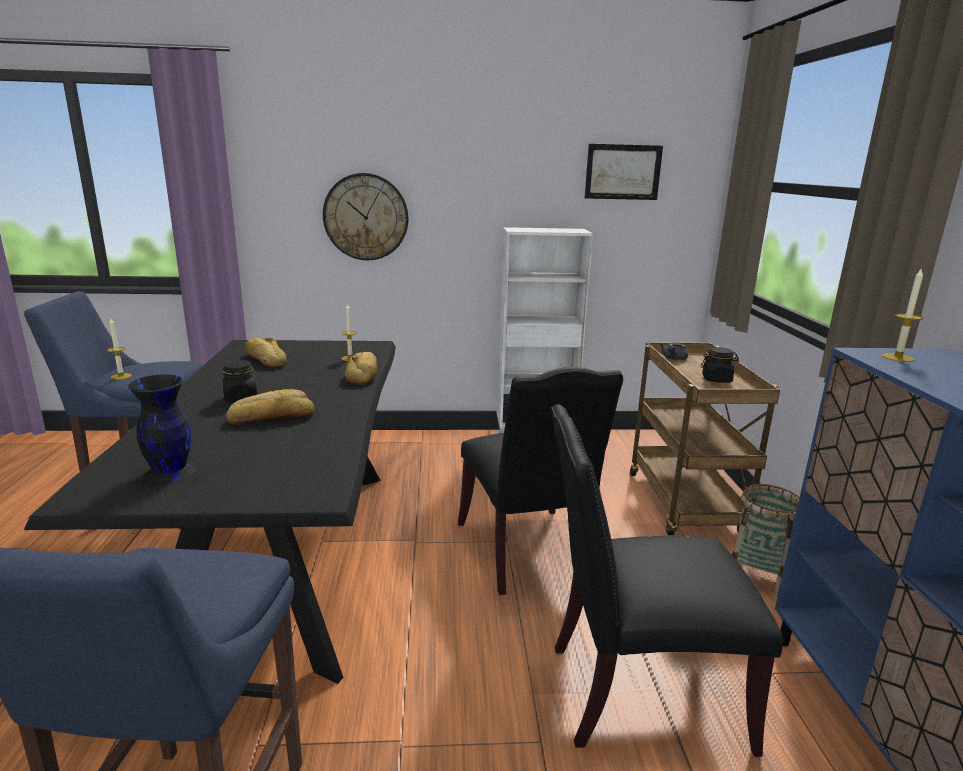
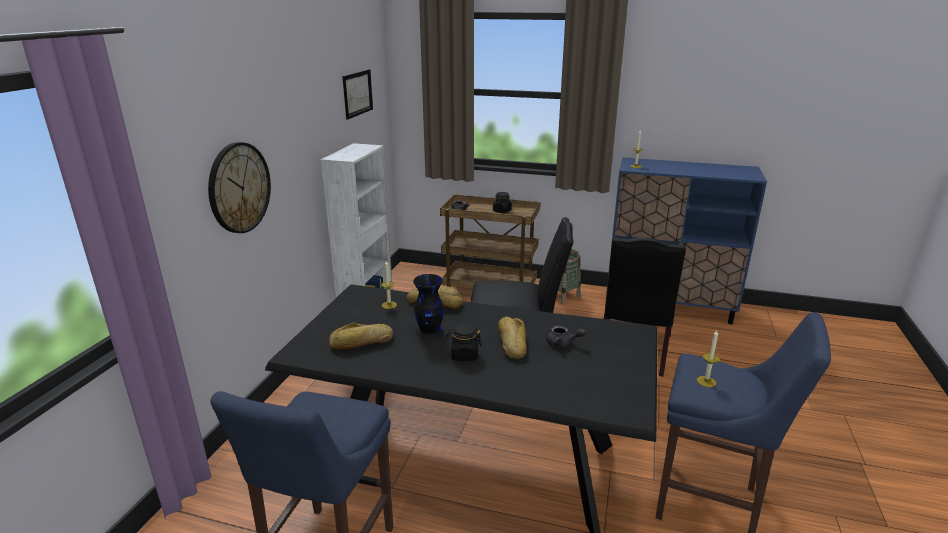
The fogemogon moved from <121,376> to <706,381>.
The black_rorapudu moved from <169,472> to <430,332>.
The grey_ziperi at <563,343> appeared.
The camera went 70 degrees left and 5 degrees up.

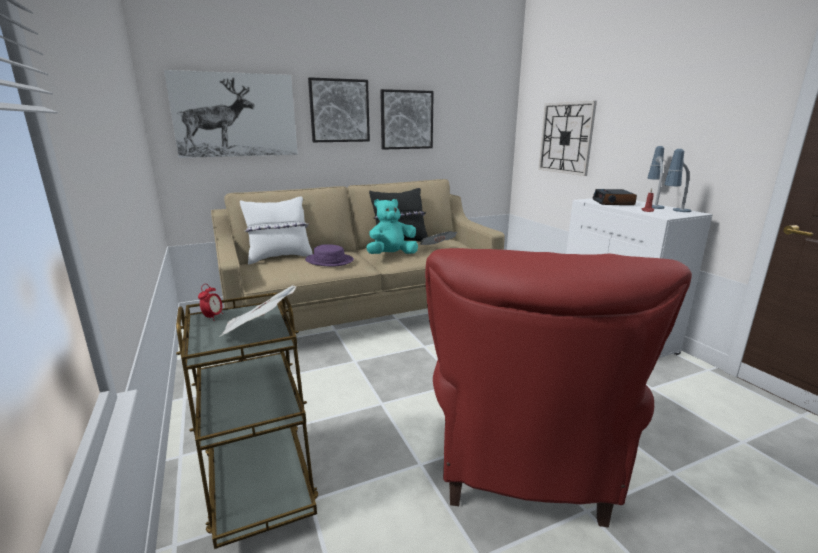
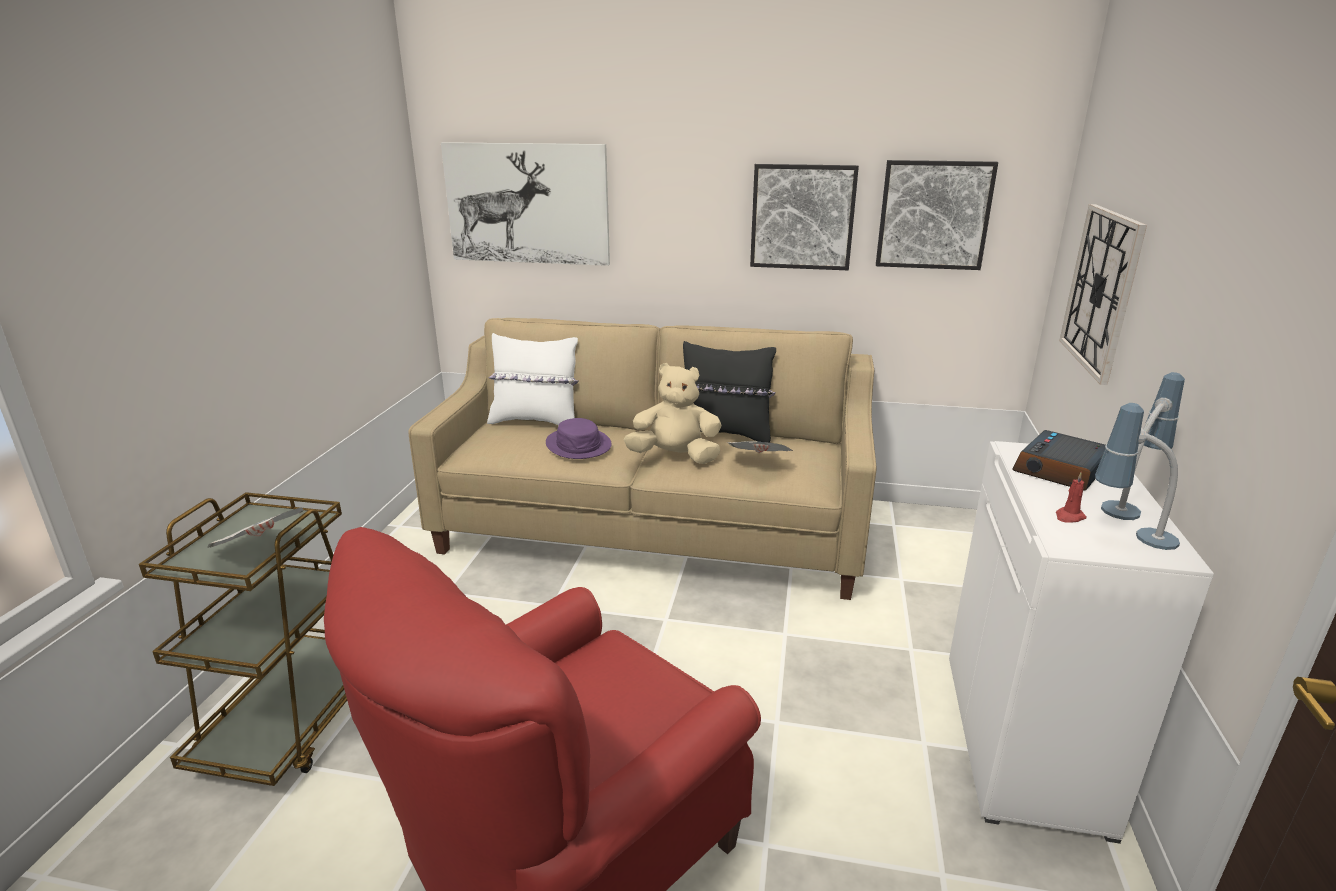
The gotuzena moved from <339,111> to <933,215>.
The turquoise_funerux at <391,255> became the beige_funerux at <675,457>.
The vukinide at <213,317> disappeared.
The camera went 35 degrees right and 5 degrees up.

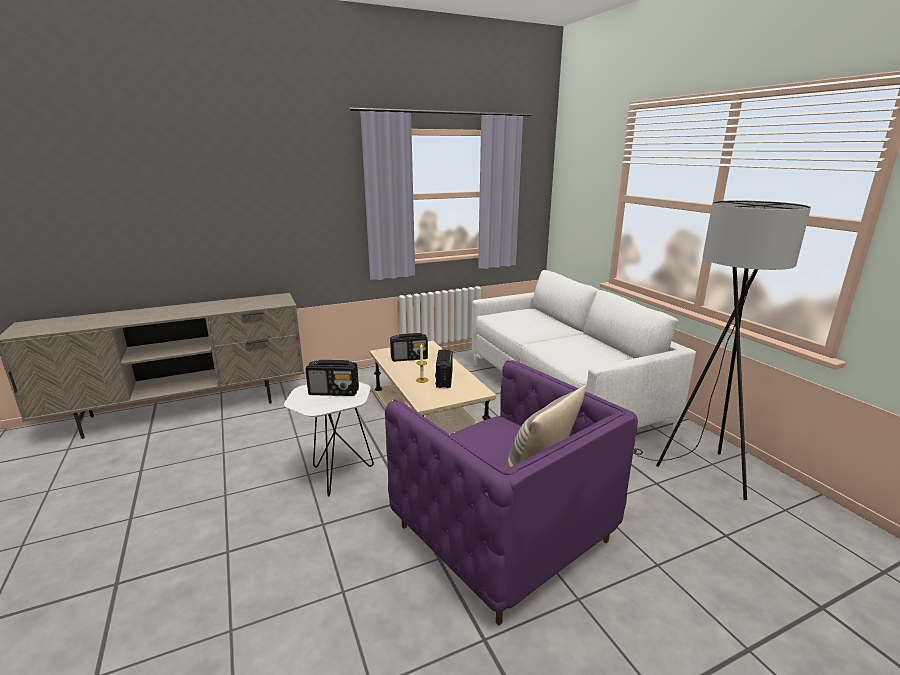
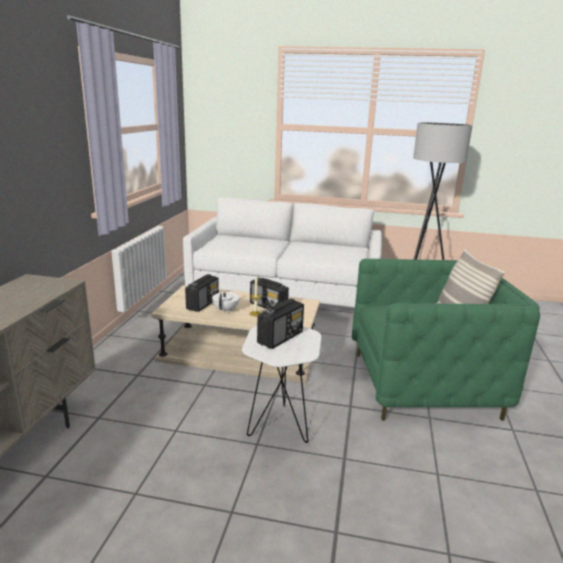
The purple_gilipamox at <503,534> became the green_gilipamox at <422,384>.
The white_ziperi at <226,310> appeared.
The camera went 55 degrees left and 0 degrees up.

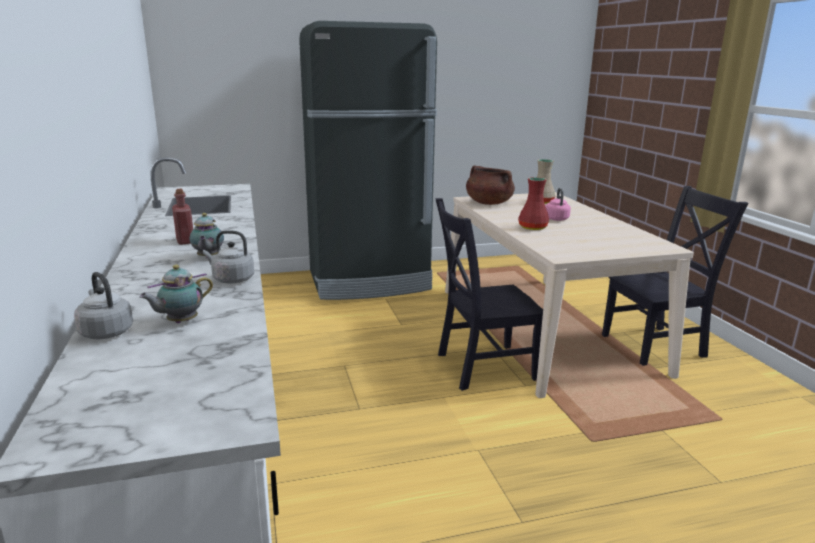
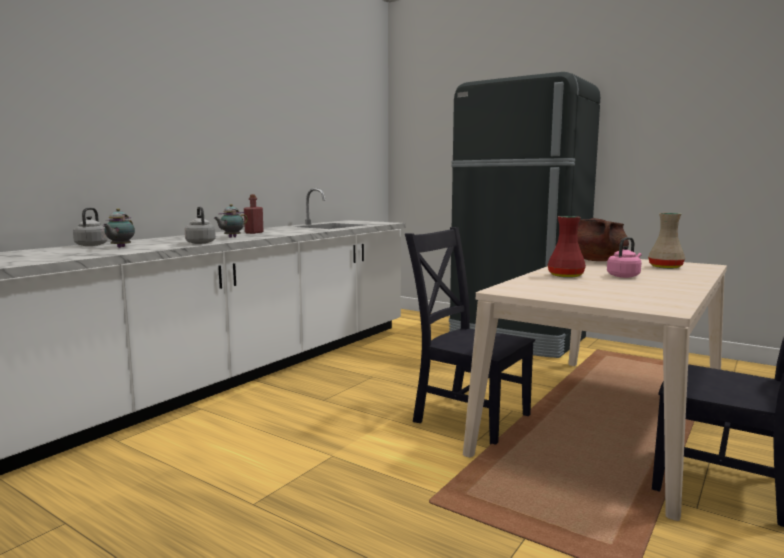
The ziperi at <180,322> turned 90 degrees counterclockwise.
The camera went 50 degrees right and 10 degrees down.

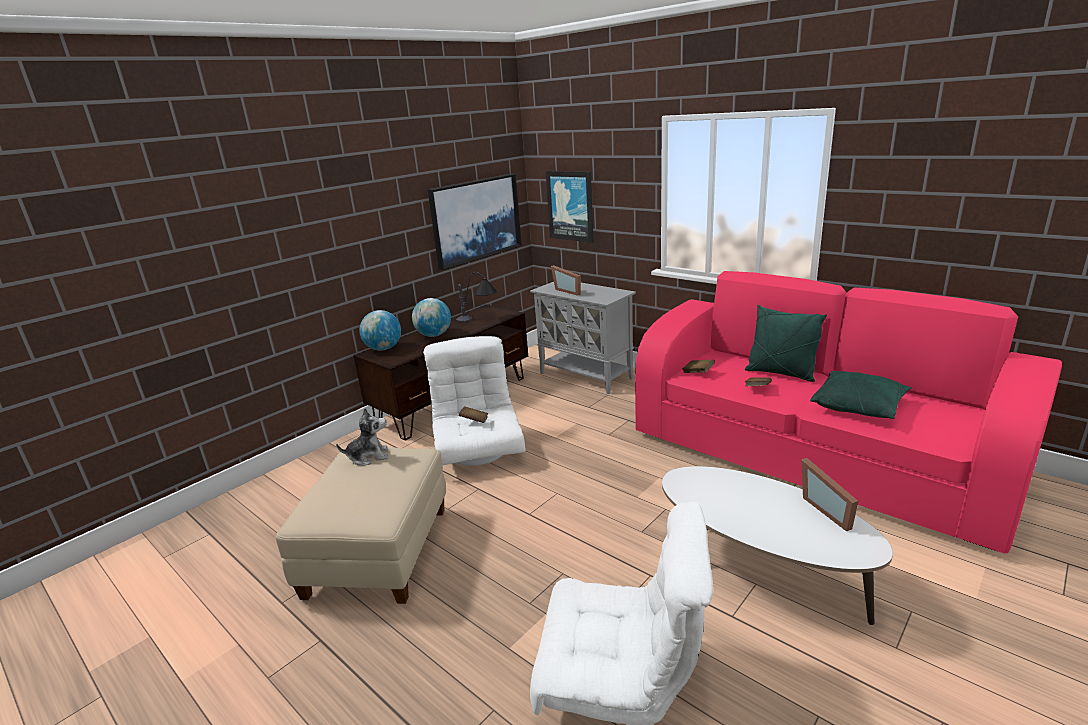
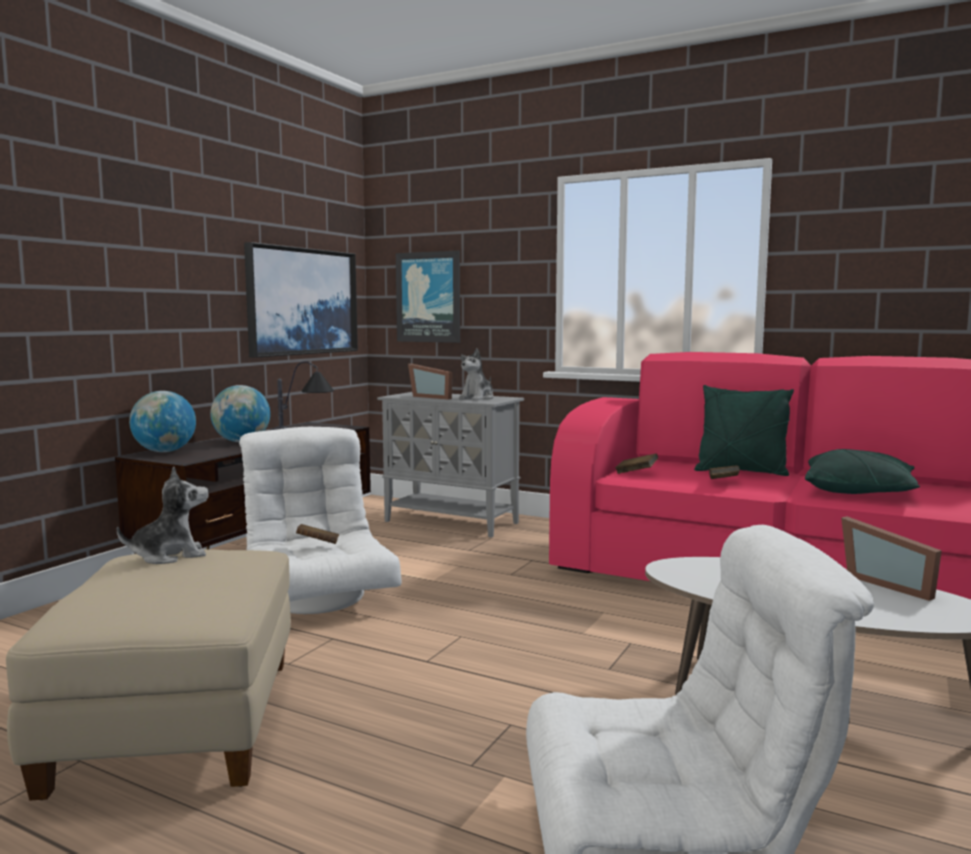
The funerux at <477,398> appeared.
The camera went 15 degrees left and 15 degrees down.

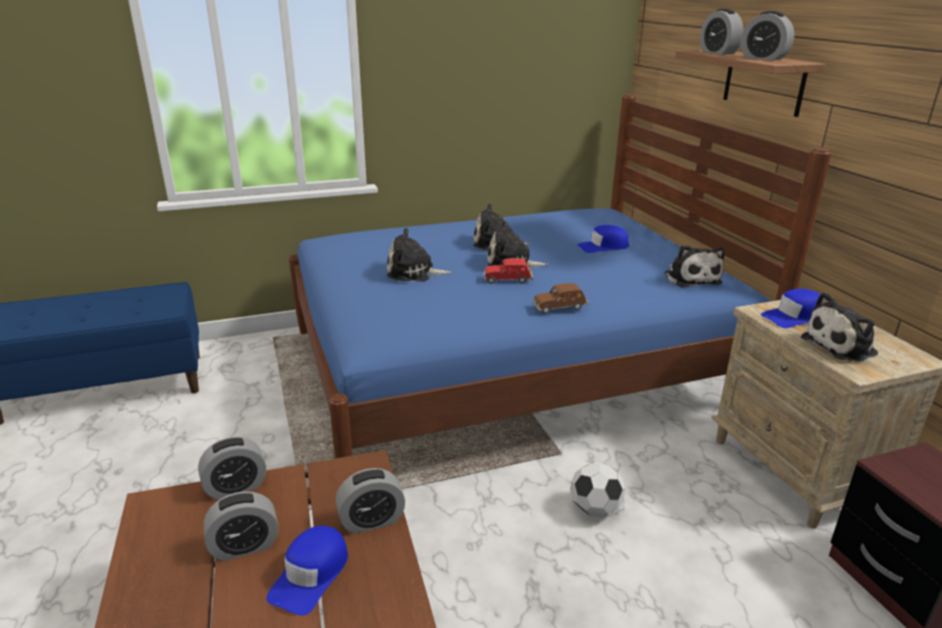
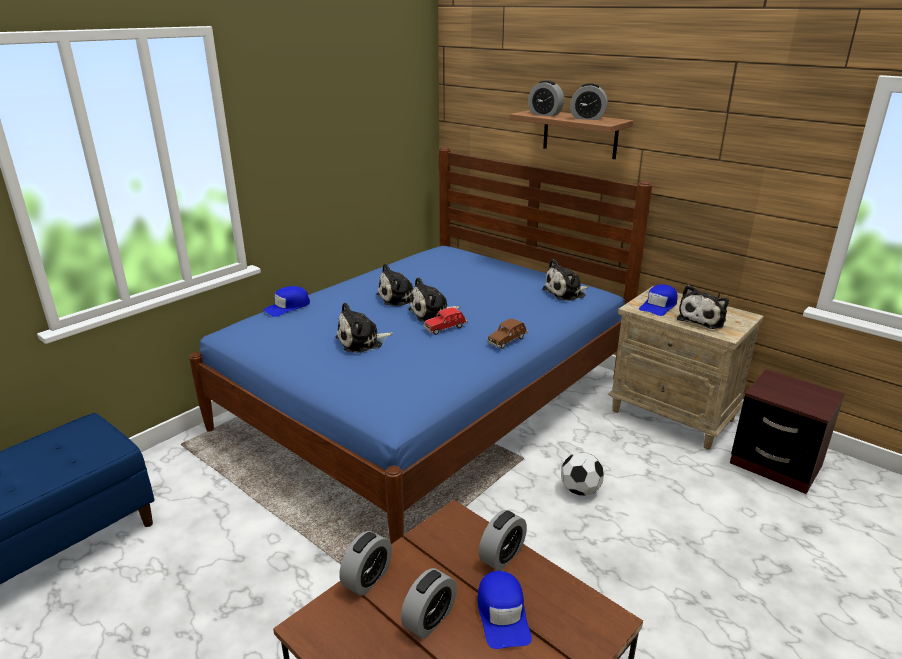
The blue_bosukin moved from <603,247> to <287,307>.
The funerux at <691,278> turned 105 degrees clockwise.
The camera went 30 degrees left and 0 degrees up.

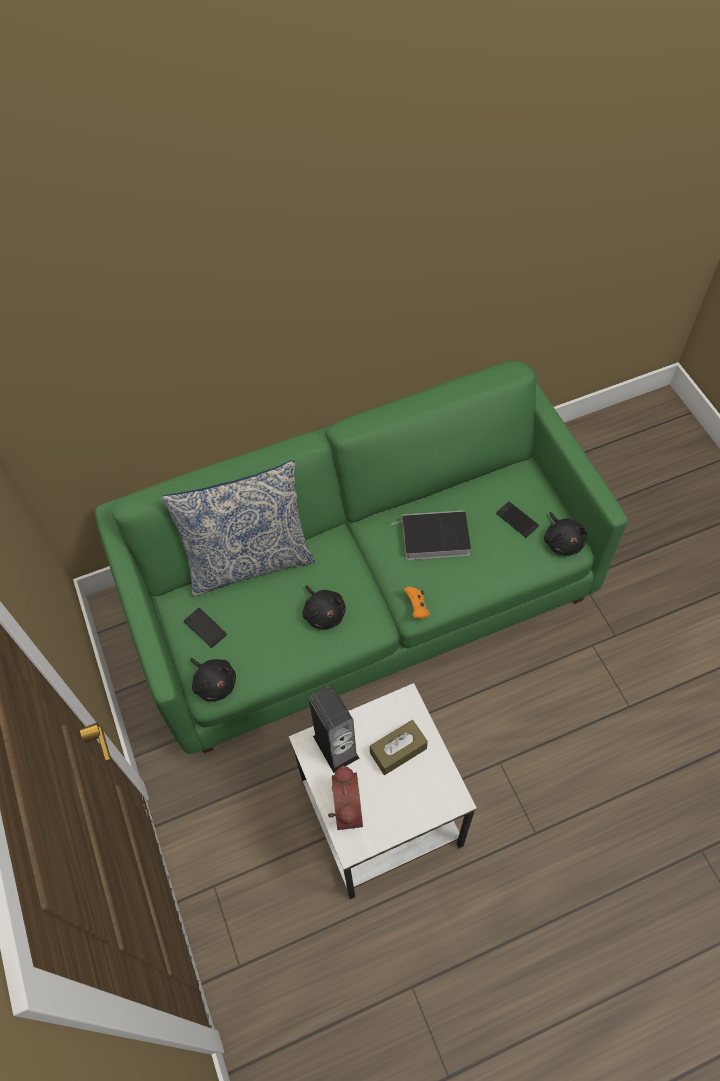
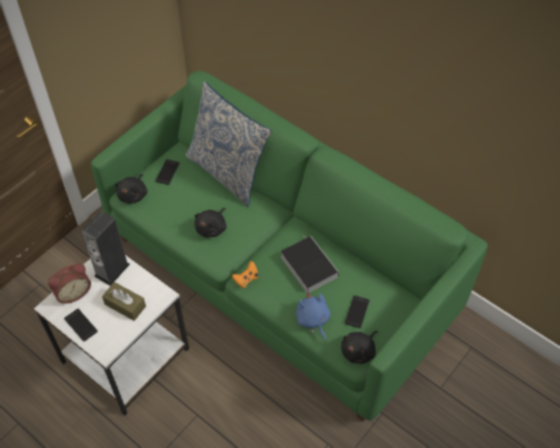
The blue_funerux at <313,320> appeared.
The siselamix at <81,325> appeared.
The camera went 60 degrees right and 5 degrees down.

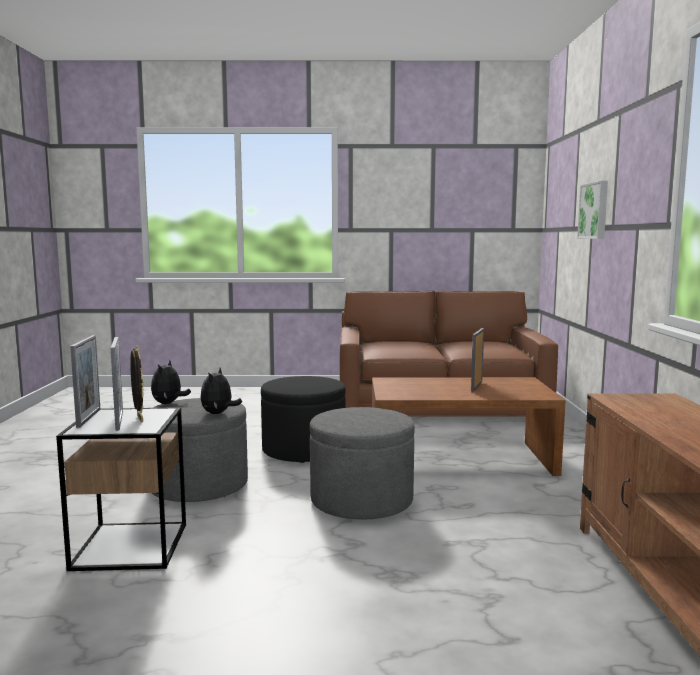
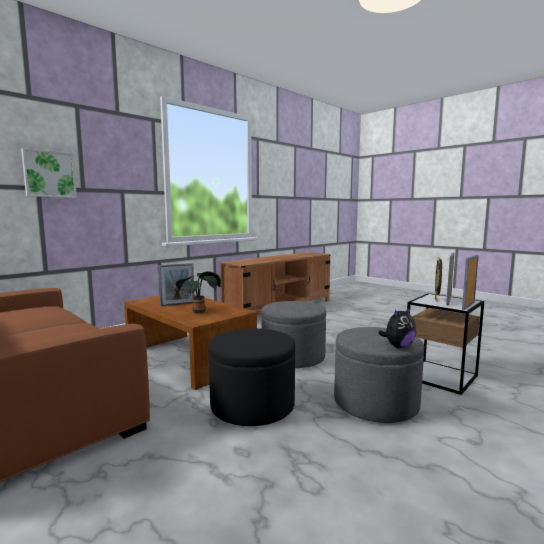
The funerux at <218,413> disappeared.
The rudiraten at <200,312> appeared.
The camera went 135 degrees left and 0 degrees up.

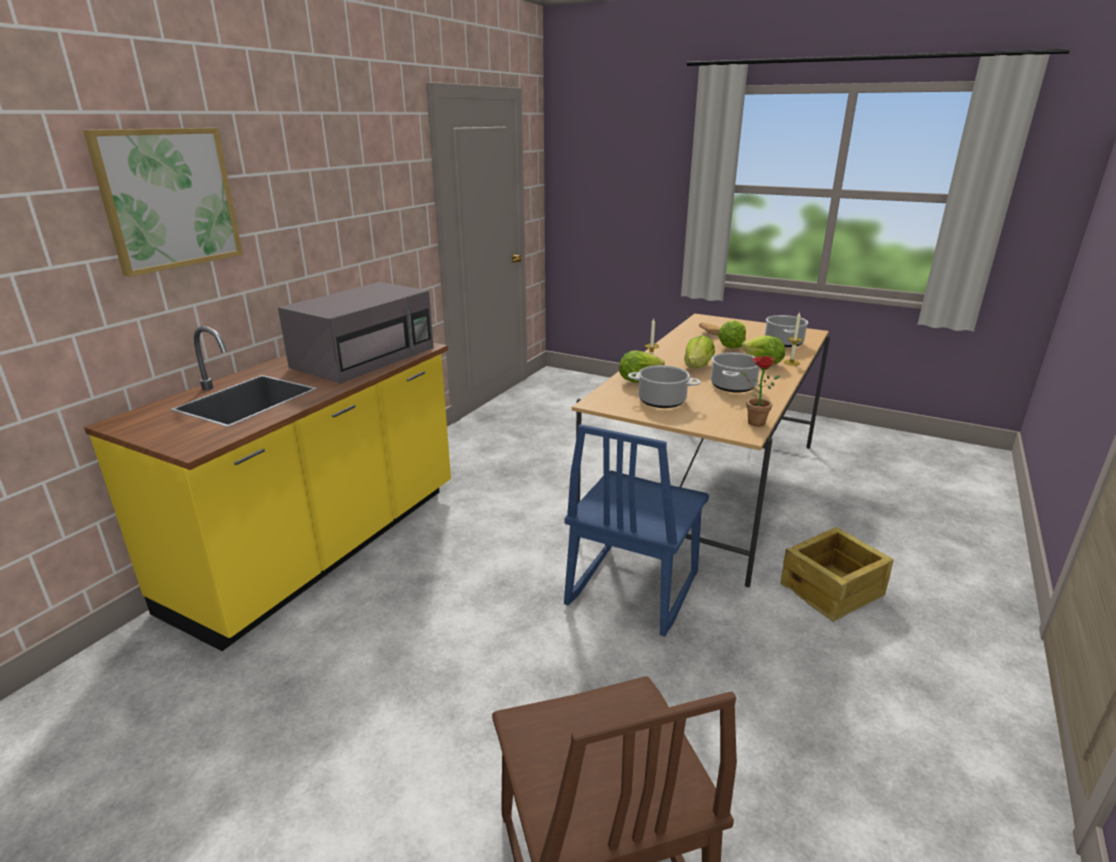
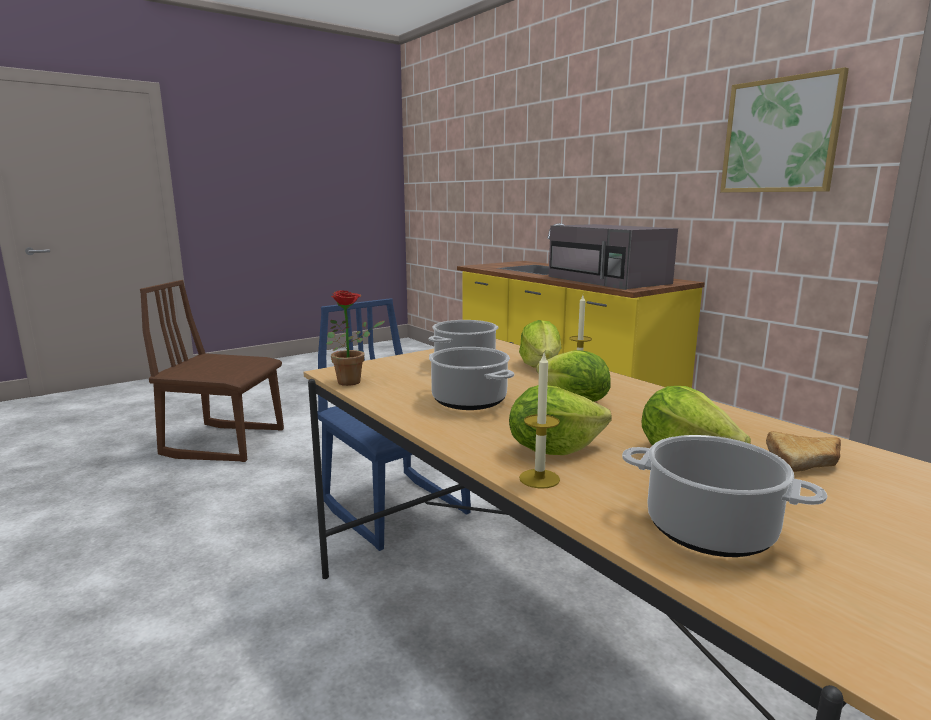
The gotuzena moved from <169,199> to <780,136>.
The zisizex at <832,590> disappeared.
The camera went 115 degrees right and 10 degrees down.

